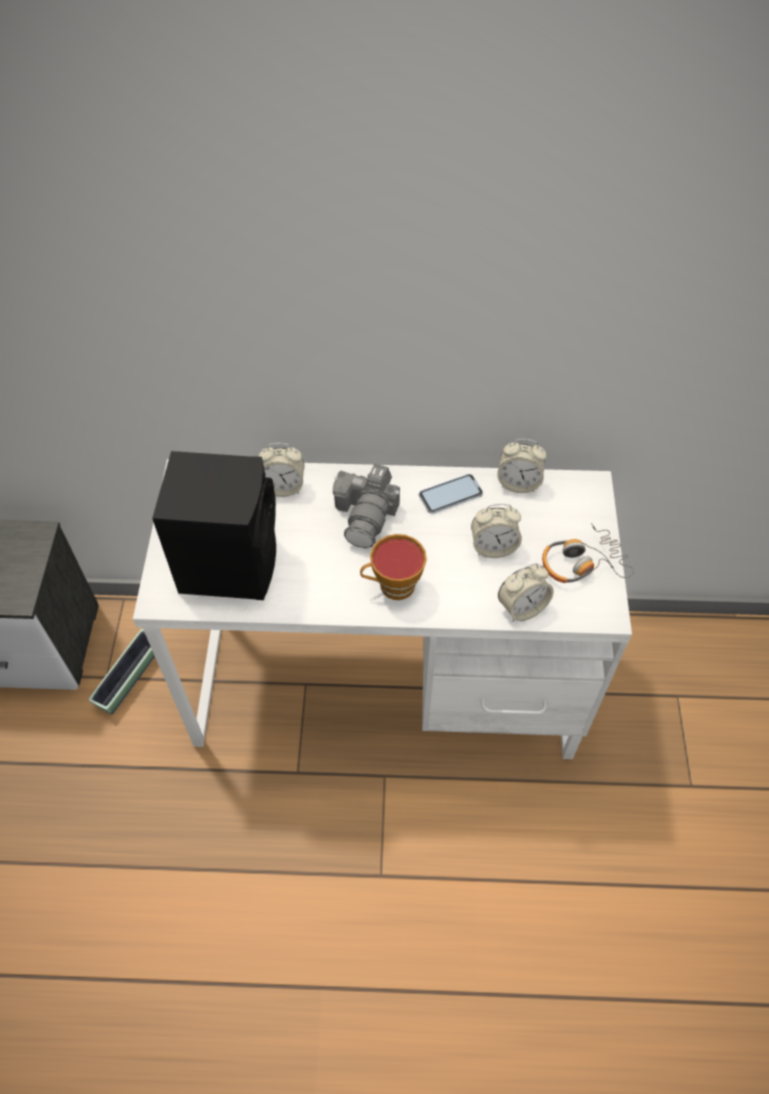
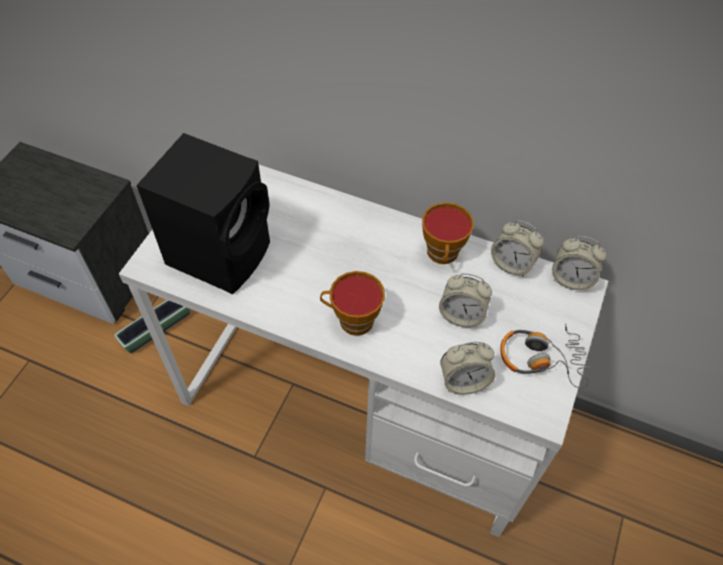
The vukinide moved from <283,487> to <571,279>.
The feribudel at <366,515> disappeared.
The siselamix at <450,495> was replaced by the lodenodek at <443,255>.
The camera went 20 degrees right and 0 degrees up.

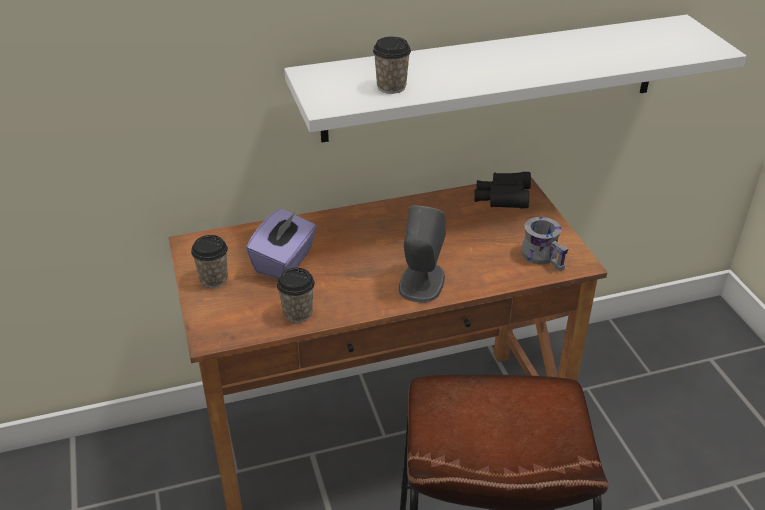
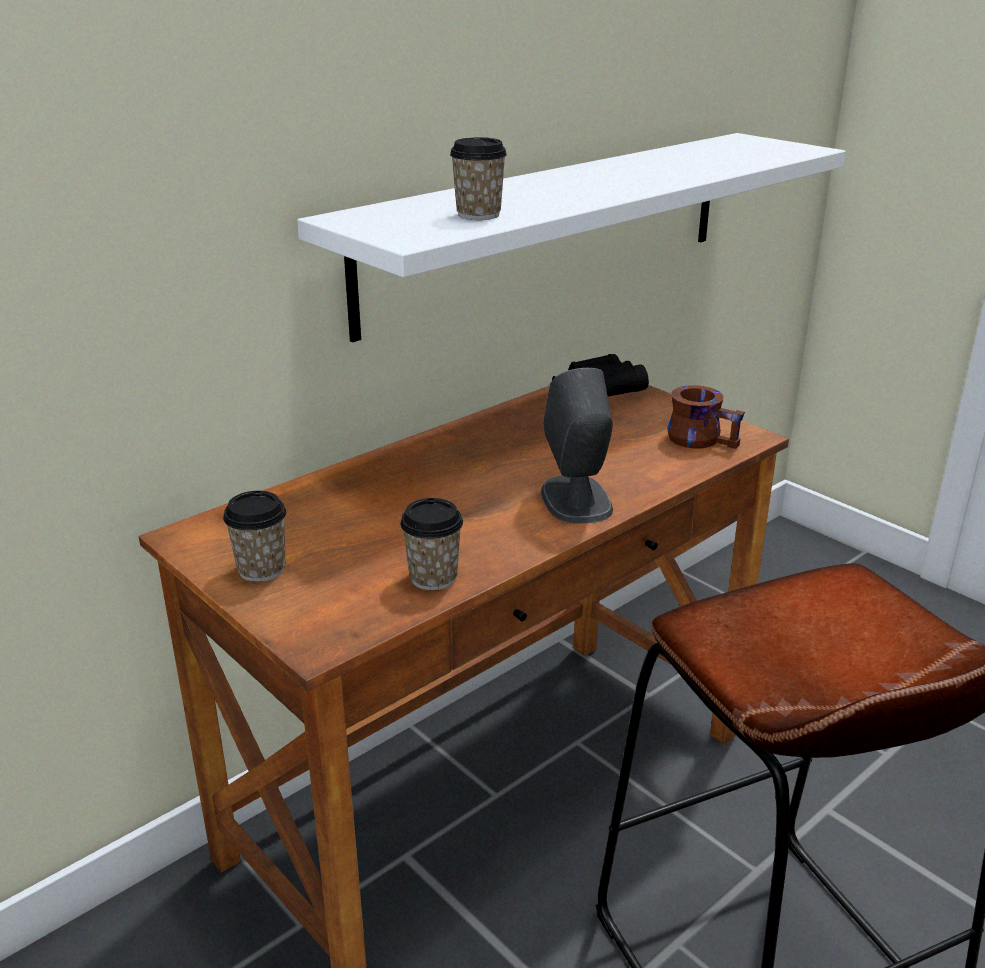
The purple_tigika at <284,261> disappeared.
The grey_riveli at <545,256> became the brown_riveli at <702,438>.
The camera went 25 degrees left and 10 degrees down.

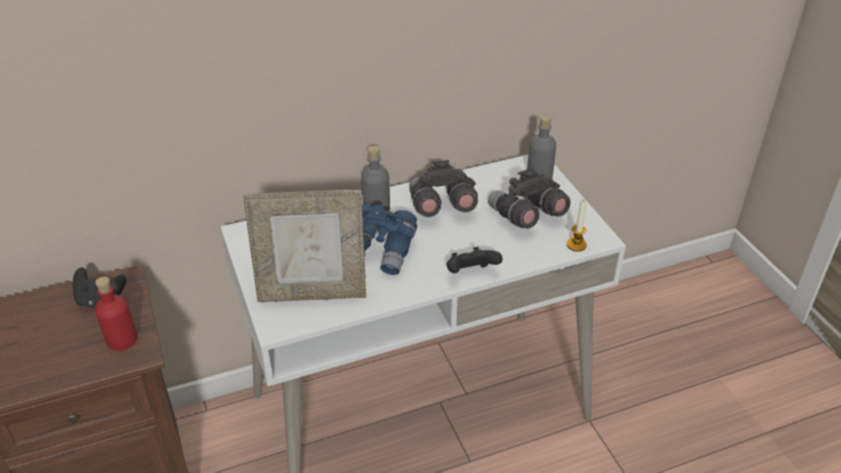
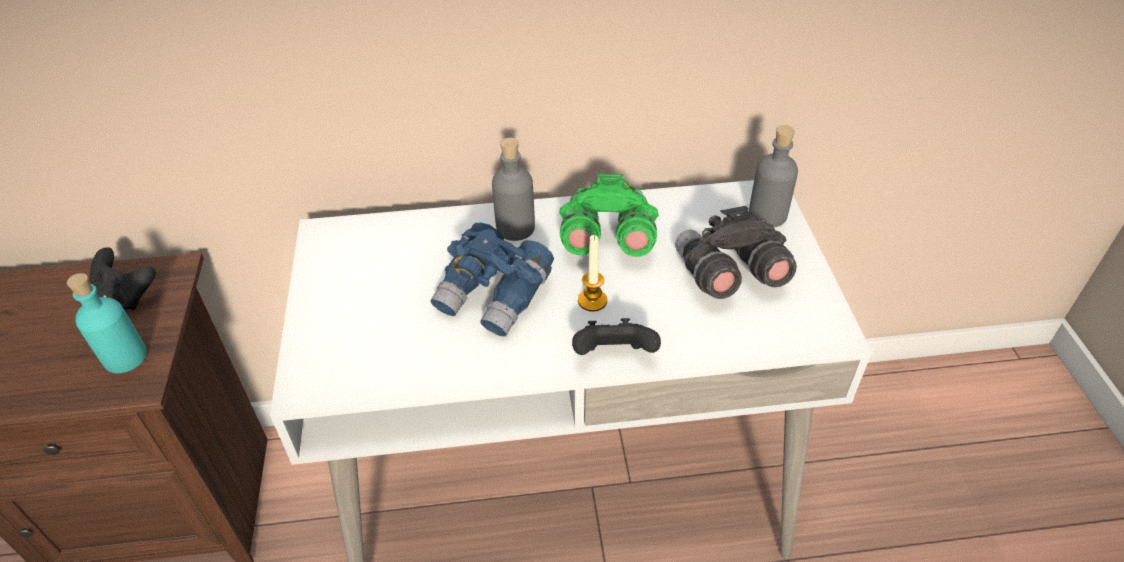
The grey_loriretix at <440,207> became the green_loriretix at <606,241>.
The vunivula at <312,293> disappeared.
The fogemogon moved from <576,245> to <592,301>.
The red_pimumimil at <122,339> became the turquoise_pimumimil at <125,357>.
The camera went 15 degrees right and 5 degrees up.

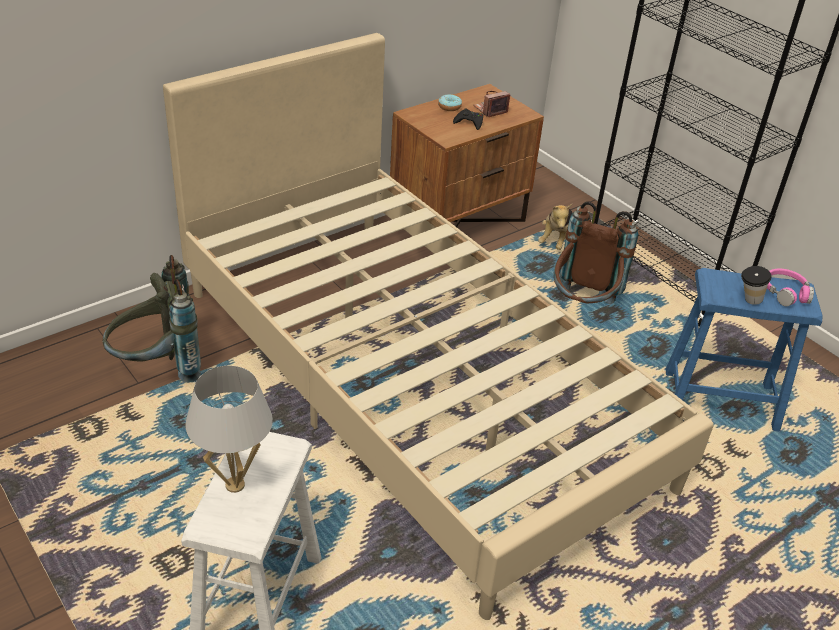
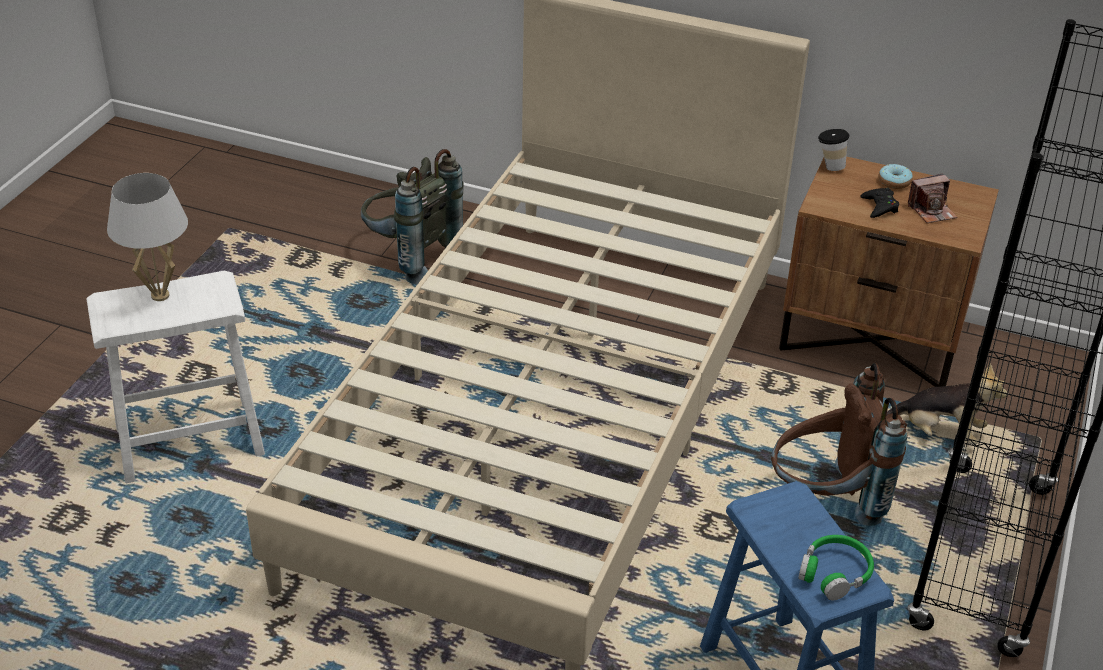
The feribudel at <490,110> turned 135 degrees clockwise.
The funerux at <557,240> turned 150 degrees counterclockwise.
The lodenodek moved from <748,301> to <829,166>.
The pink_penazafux at <785,292> became the green_penazafux at <834,573>.
The camera went 60 degrees right and 0 degrees up.

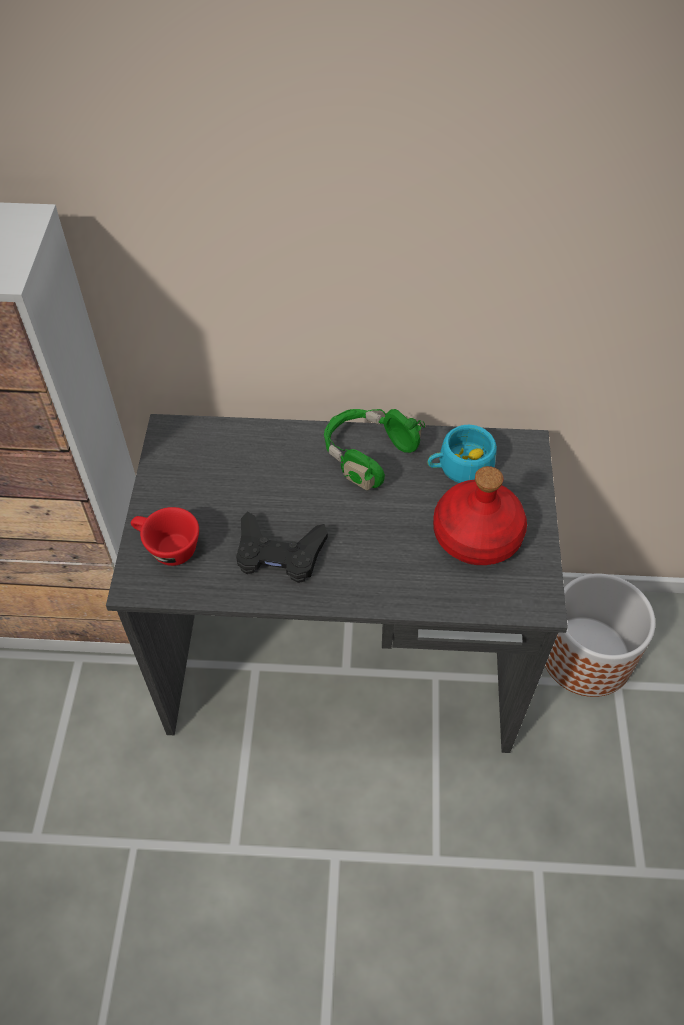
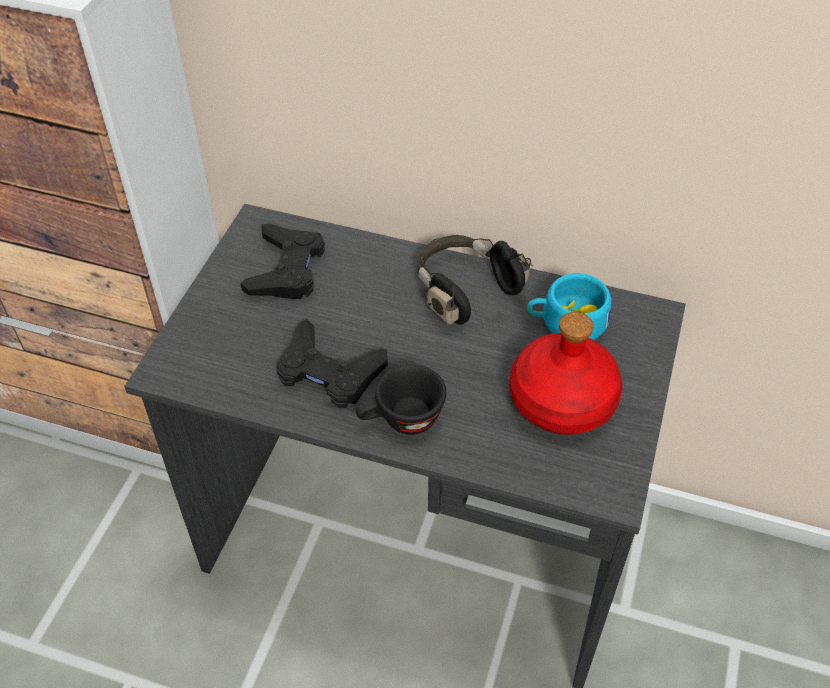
The green_penazafux at <368,455> became the black_penazafux at <465,290>.
The red_lodenodek at <167,548> disappeared.
The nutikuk at <585,656> disappeared.
The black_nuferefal at <286,269> appeared.
The black_lodenodek at <401,420> appeared.
The camera went 15 degrees right and 5 degrees down.

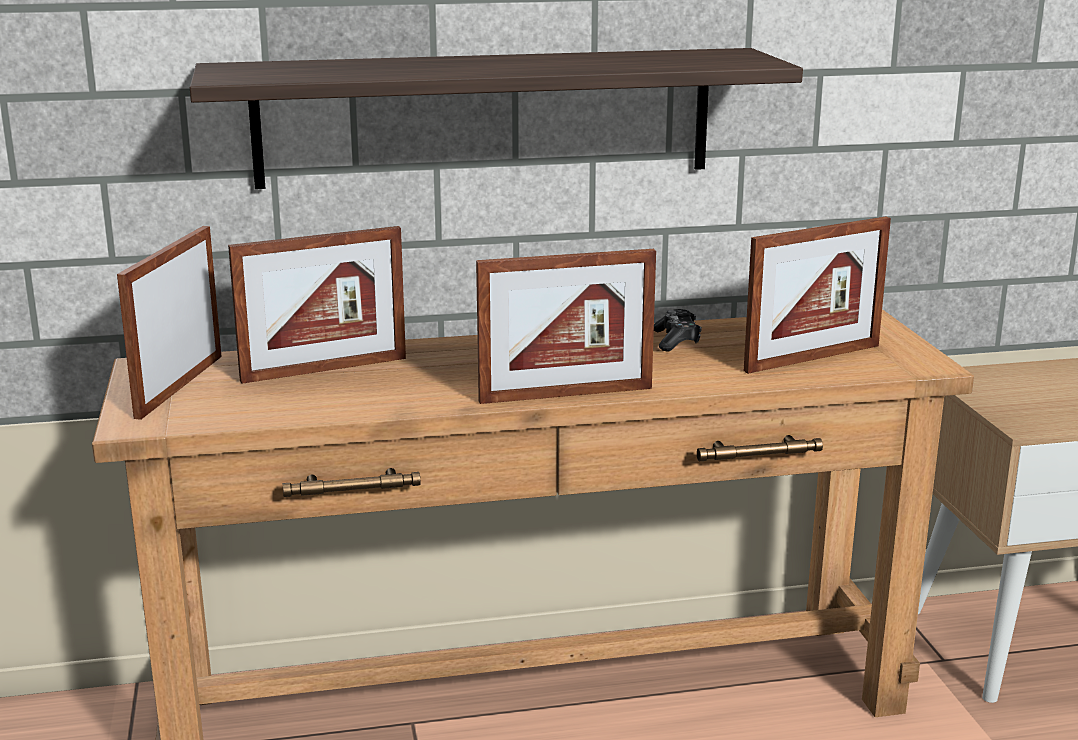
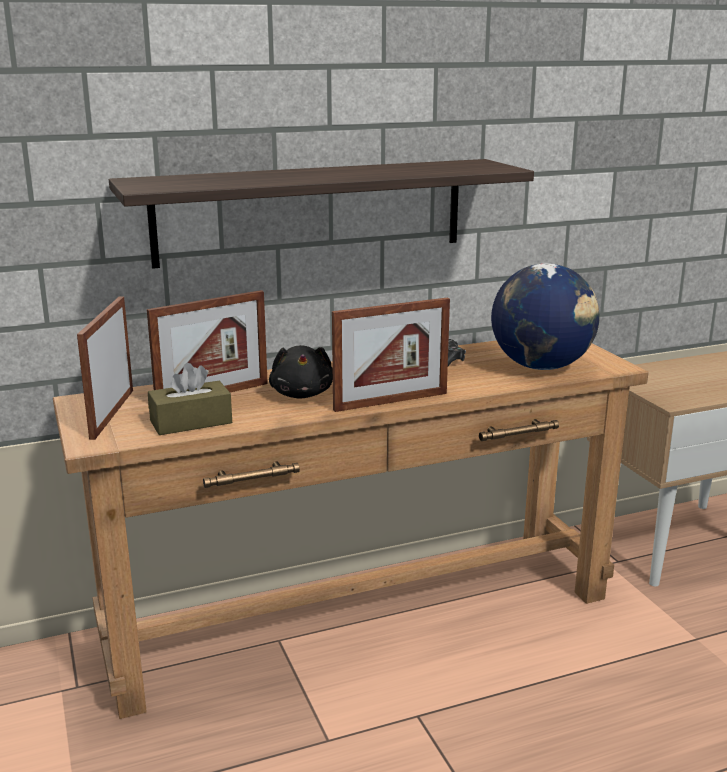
The vunivula at <812,358> was replaced by the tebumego at <541,366>.
The black_funerux at <302,394> appeared.
The brown_tigika at <191,422> appeared.
The camera went 10 degrees left and 0 degrees up.

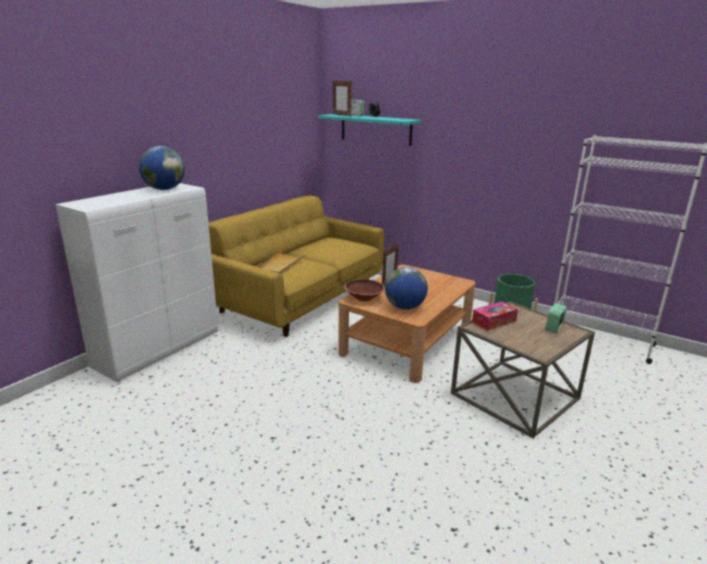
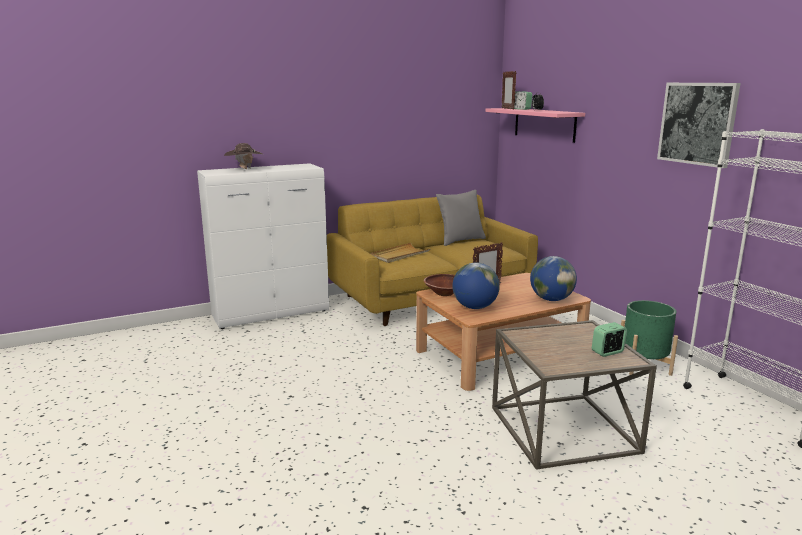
The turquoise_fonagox at <375,129> became the pink_fonagox at <544,124>.
The tebumego moved from <164,189> to <551,299>.
The tigika at <494,321> disappeared.
The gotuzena at <697,123> appeared.
The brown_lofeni at <244,169> appeared.
The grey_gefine at <460,240> appeared.
The camera went 30 degrees right and 5 degrees down.

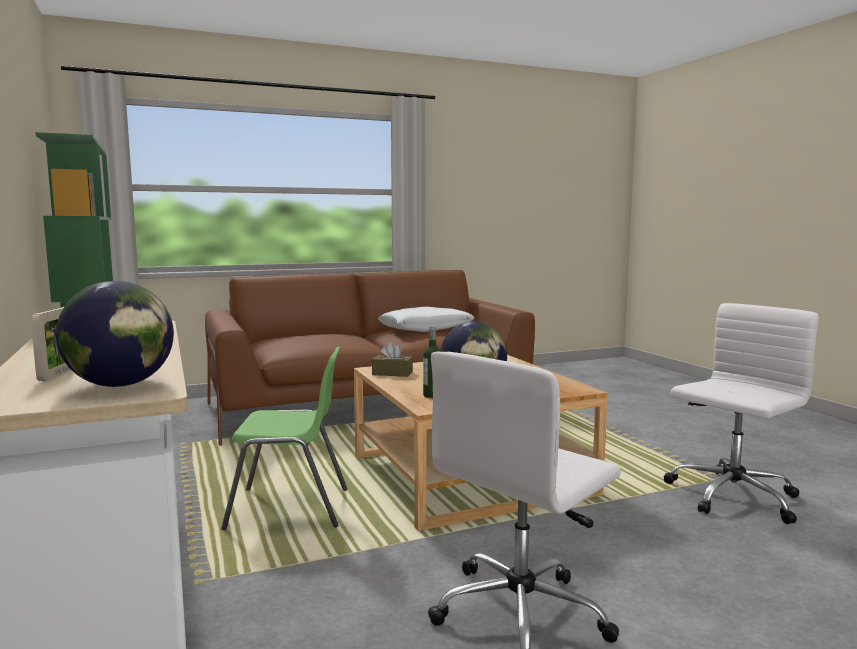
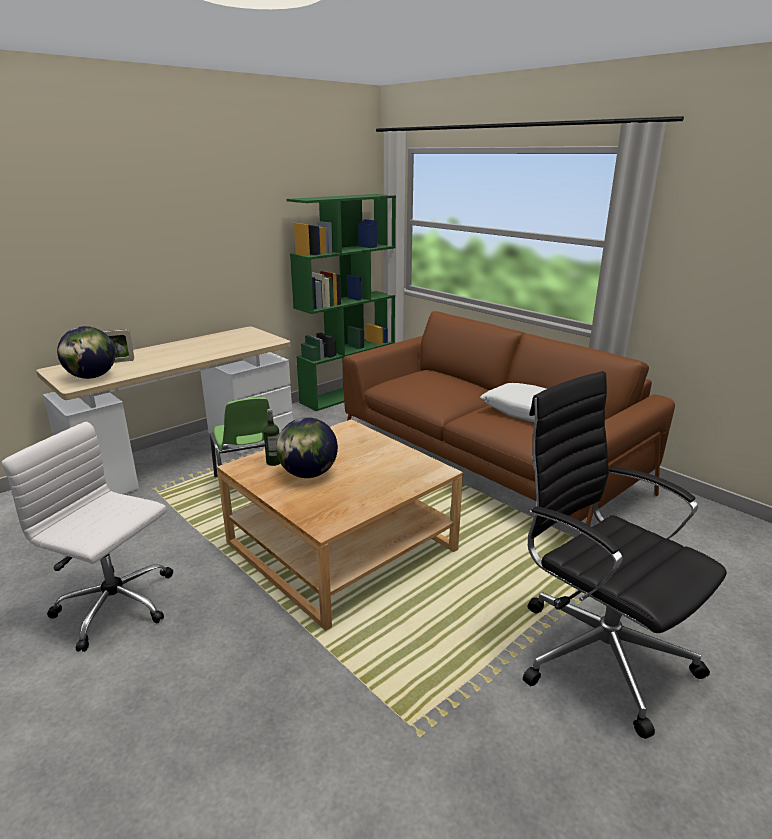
The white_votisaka at <731,497> disappeared.
The brown_tigika at <392,373> disappeared.
The black_votisaka at <597,652> appeared.
The camera went 70 degrees right and 15 degrees up.

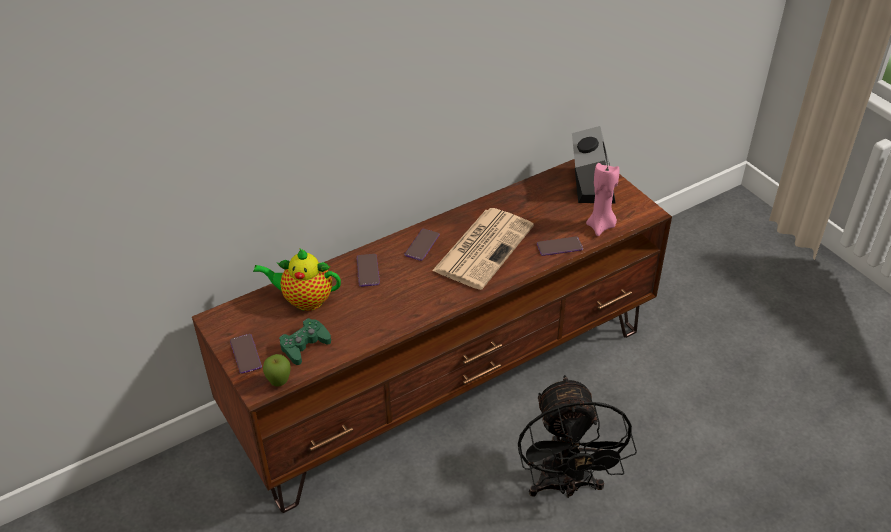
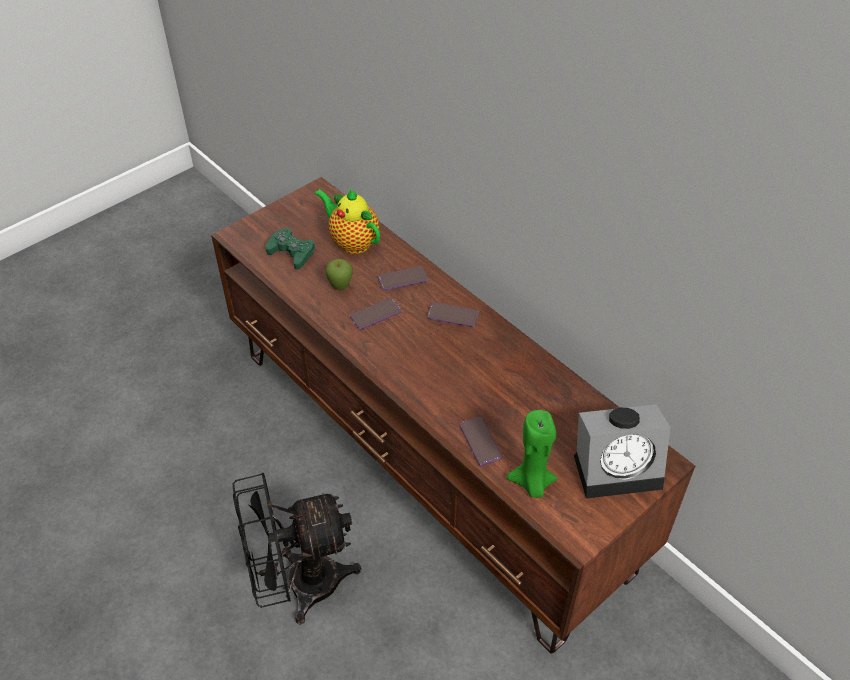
The pink_fogemogon at <601,226> became the green_fogemogon at <532,483>.
The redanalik at <484,247> disappeared.
The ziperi at <304,300> turned 45 degrees counterclockwise.
The siselamix moved from <246,354> to <376,314>.
The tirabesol moved from <279,383> to <340,287>.
The camera went 80 degrees right and 5 degrees up.

